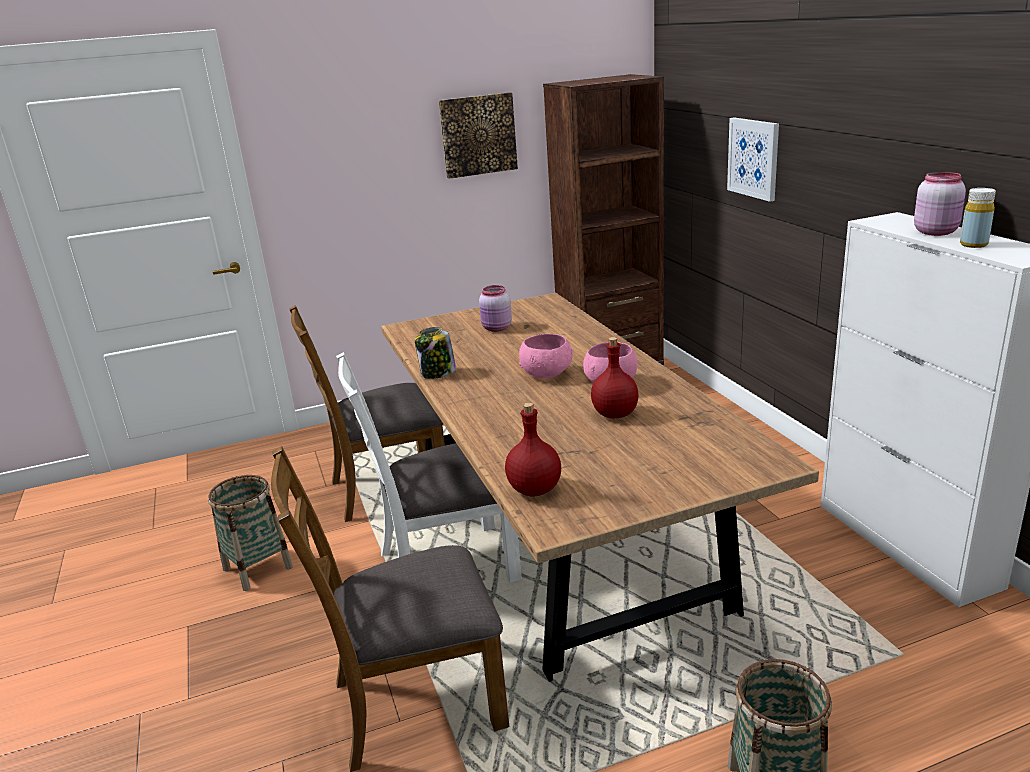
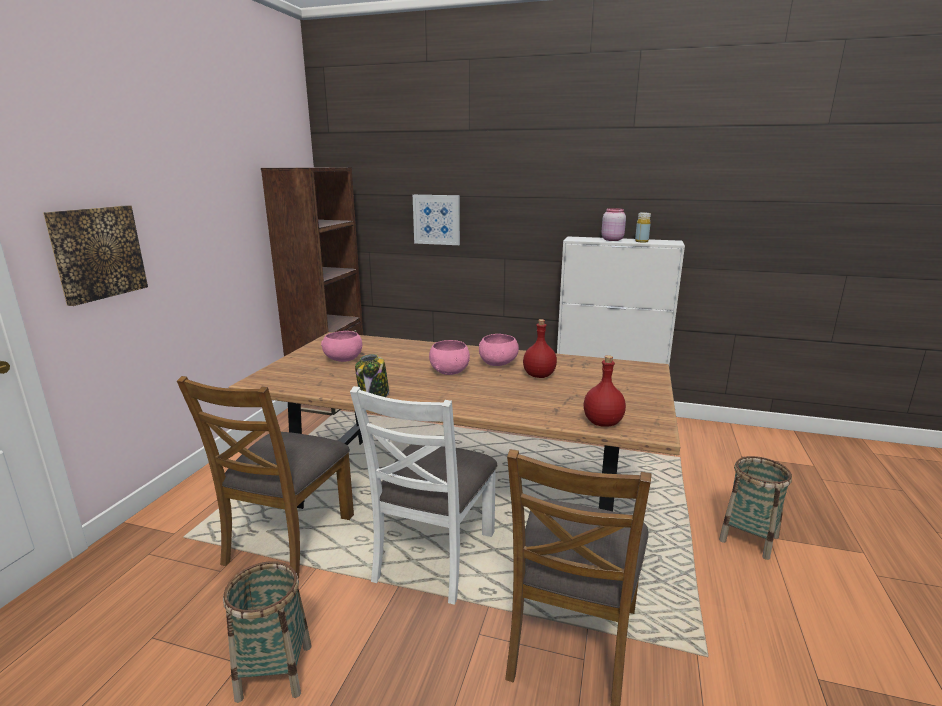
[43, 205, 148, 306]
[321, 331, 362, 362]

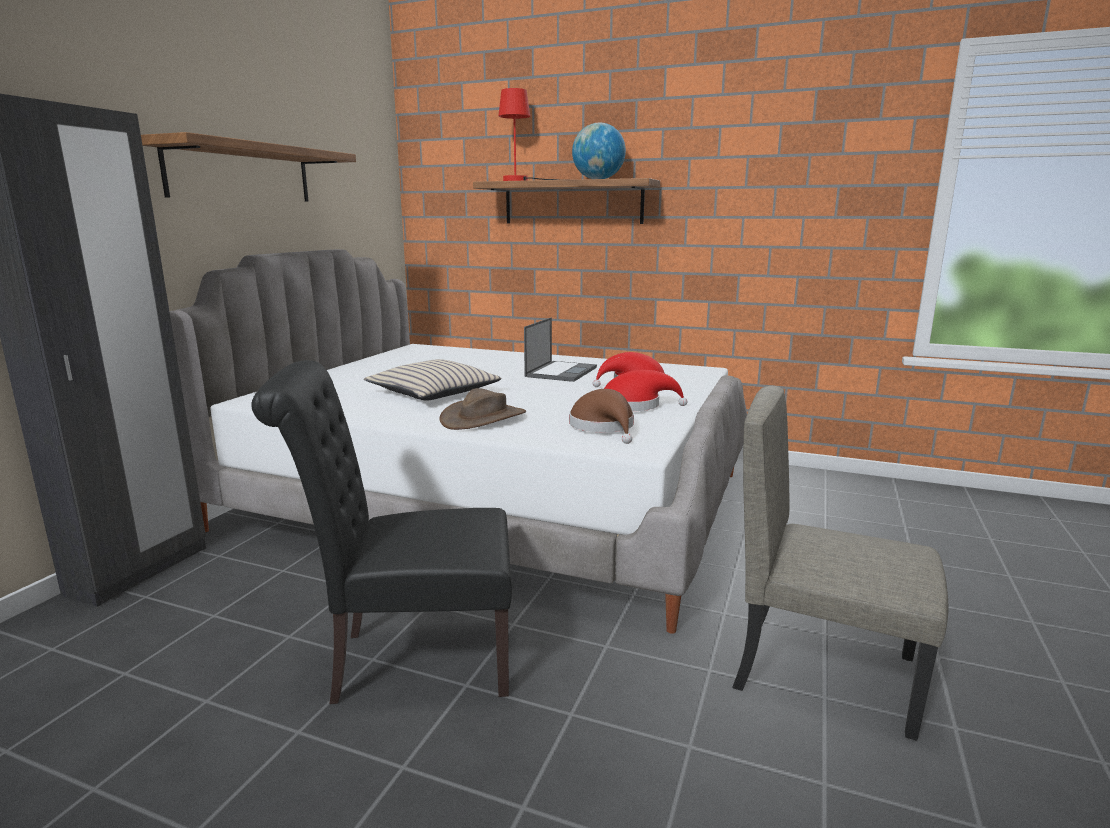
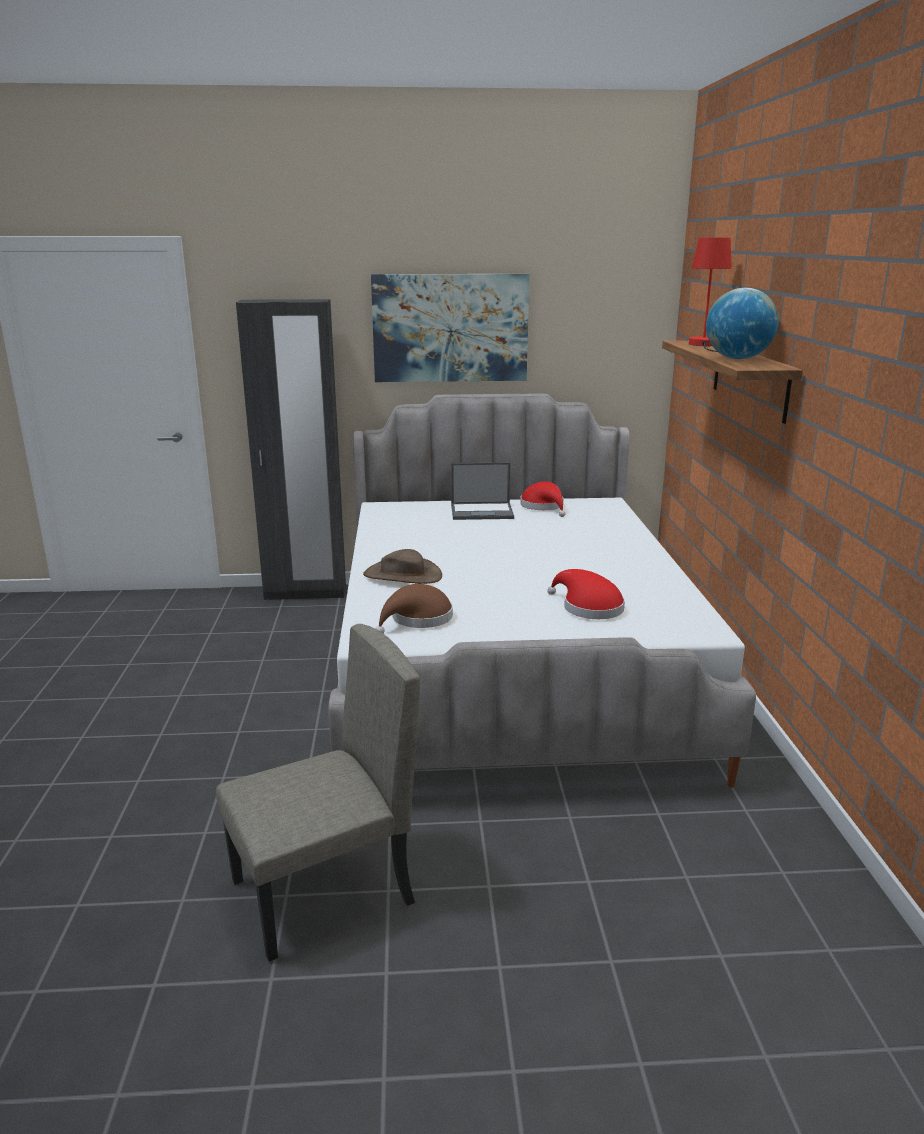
[371, 274, 530, 382]
[251, 360, 512, 704] (first image)
[364, 359, 501, 401] (first image)
[451, 462, 514, 520]
[520, 481, 565, 517]
[216, 624, 420, 962]

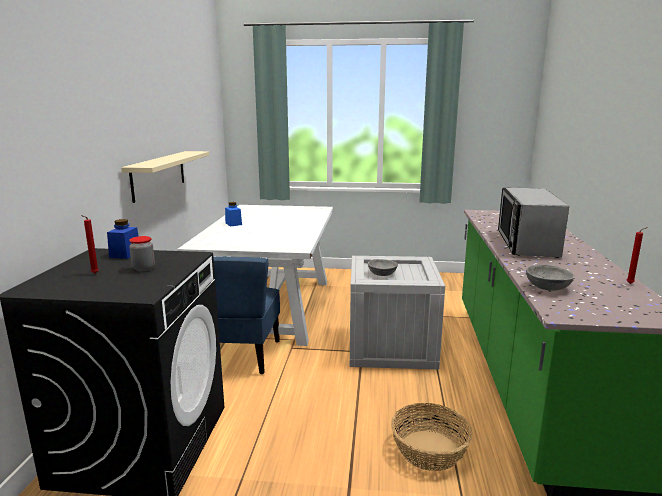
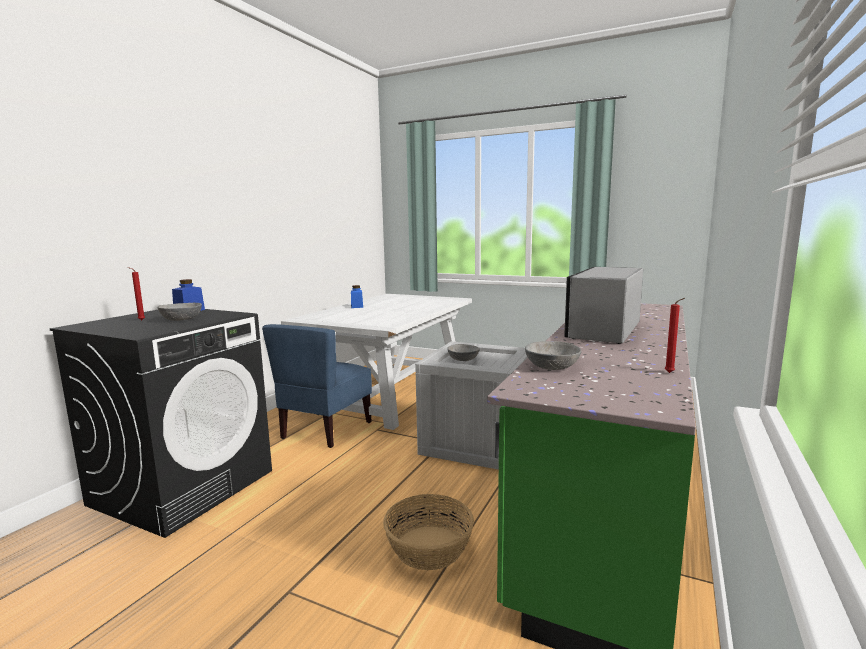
[121, 151, 209, 203] (first image)
[157, 303, 202, 321]

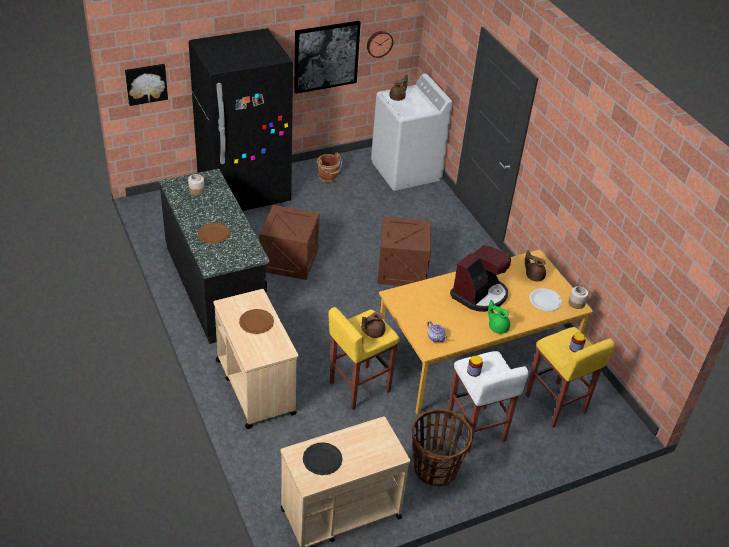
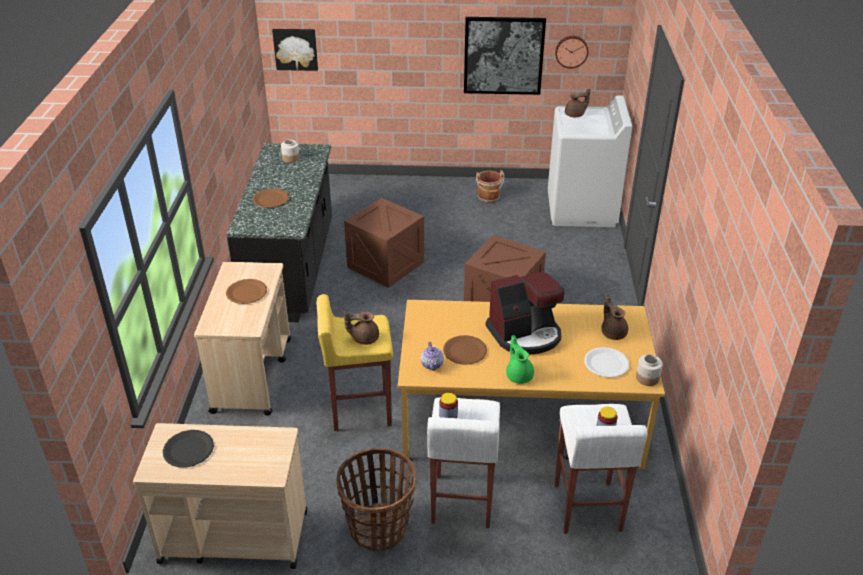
[189, 28, 293, 211] (first image)
[554, 404, 648, 534]
[443, 335, 487, 365]

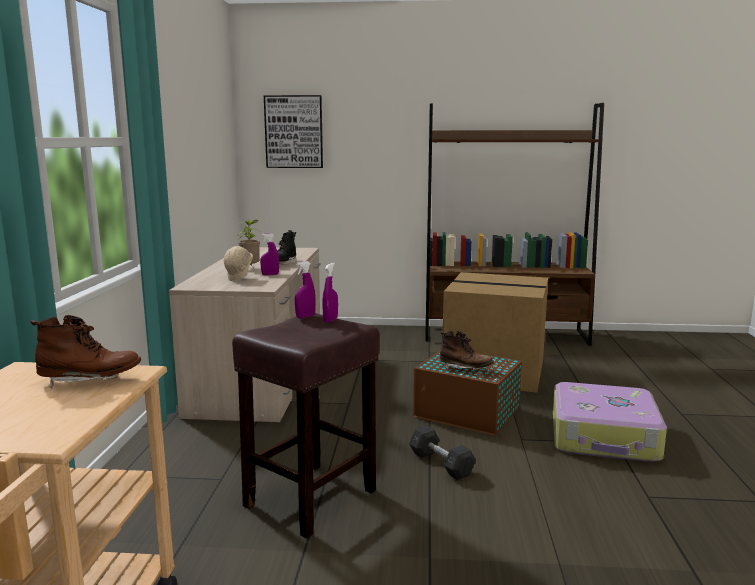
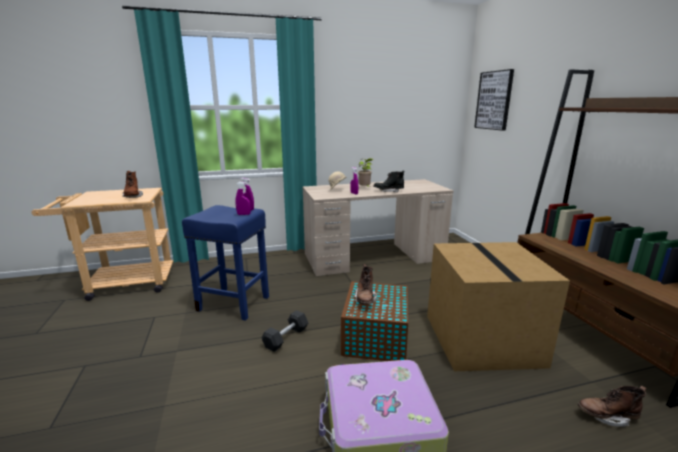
[182, 205, 269, 321]
[578, 386, 647, 427]

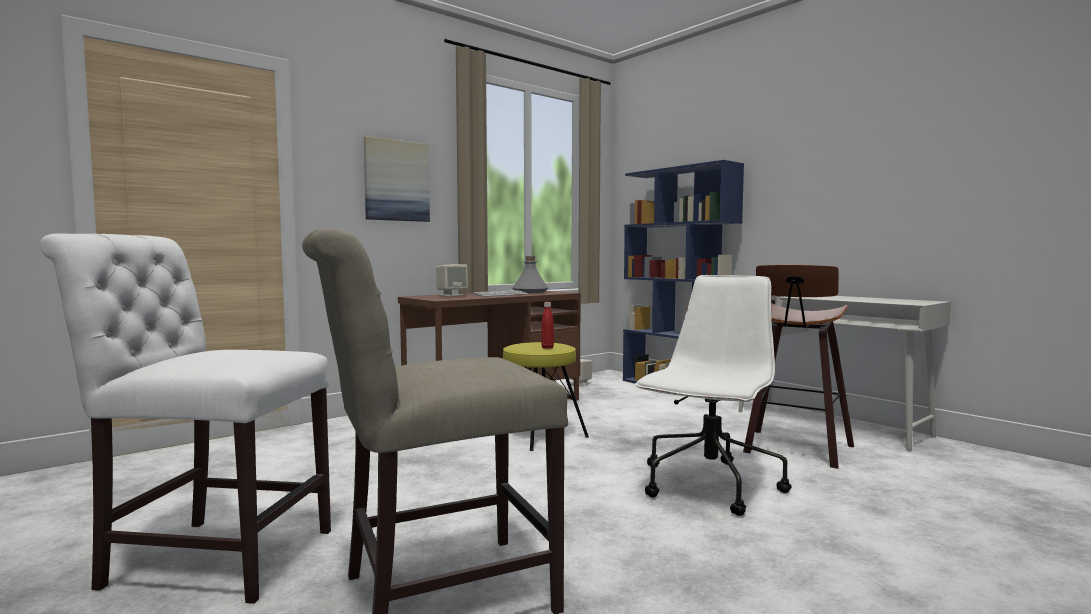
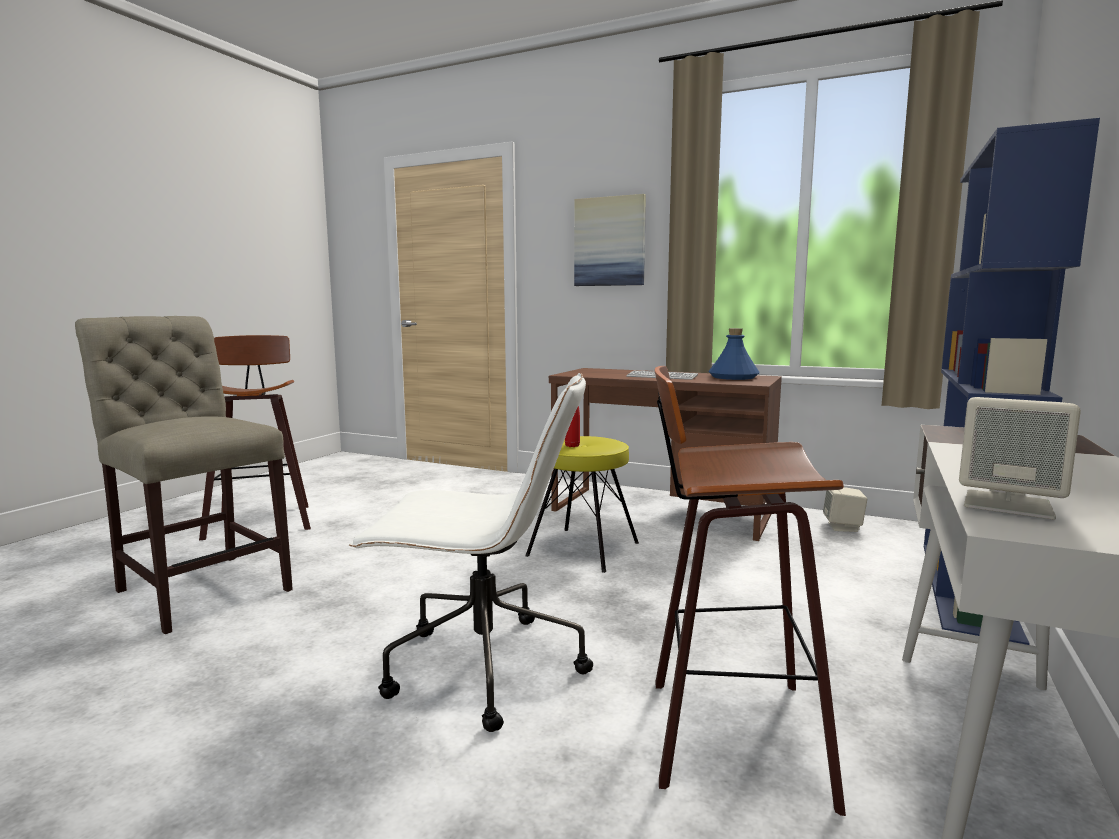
[199, 335, 311, 540]
[959, 397, 1081, 520]
[708, 328, 760, 380]

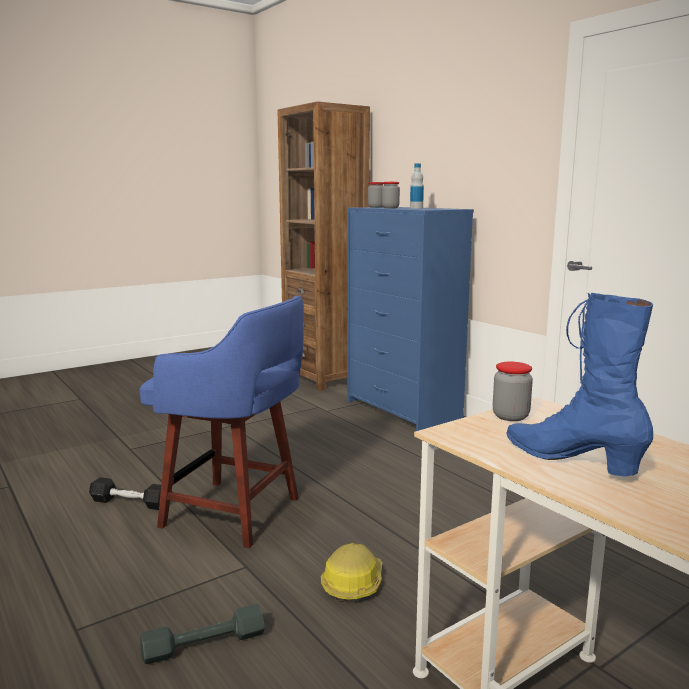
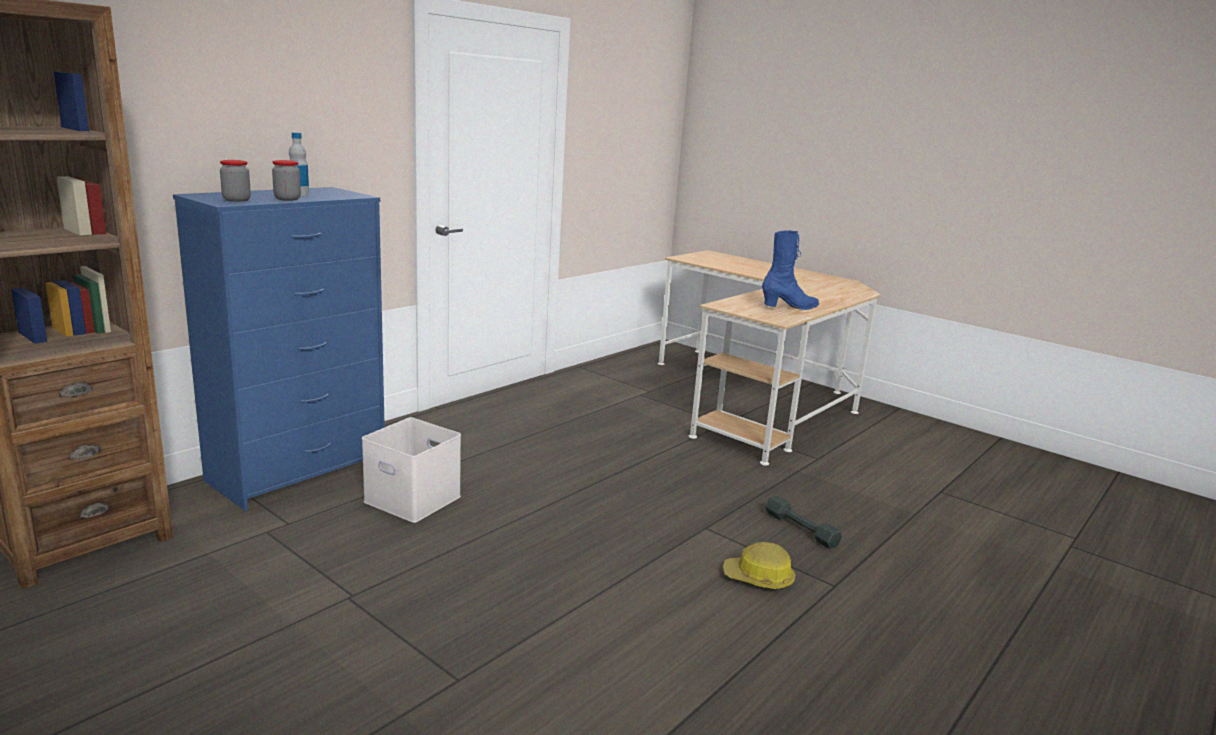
[89, 477, 161, 510] (first image)
[139, 295, 304, 548] (first image)
[723, 542, 795, 589]
[493, 362, 533, 421] (first image)
[762, 230, 819, 310]
[362, 417, 461, 523]

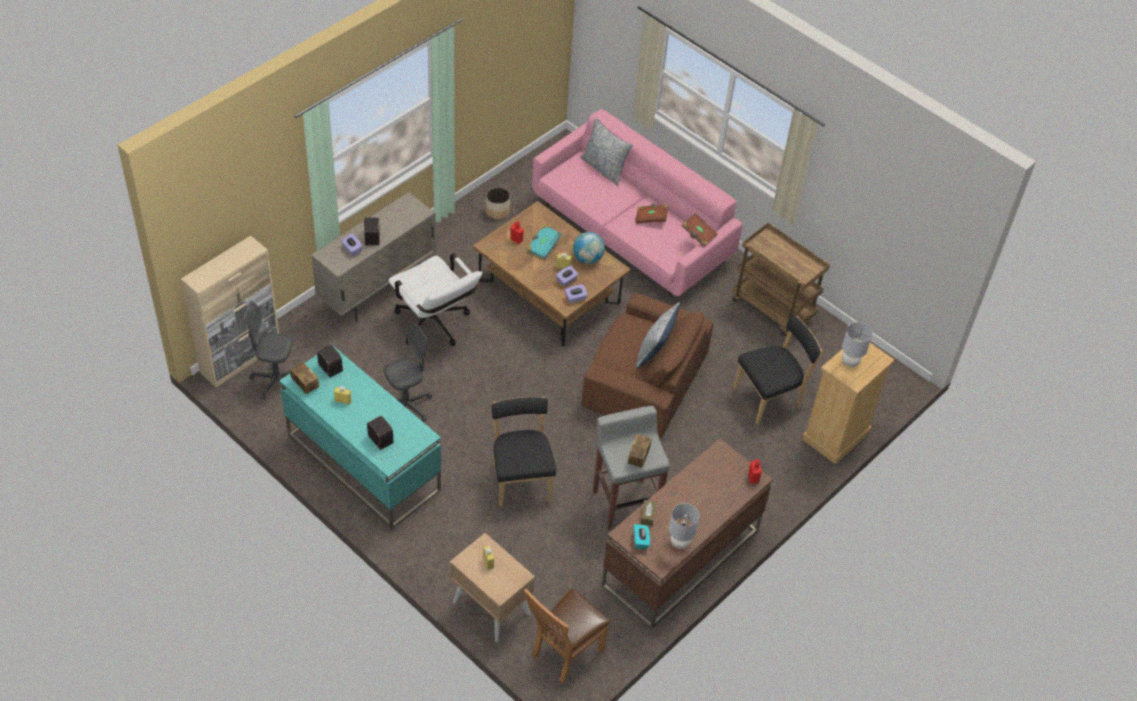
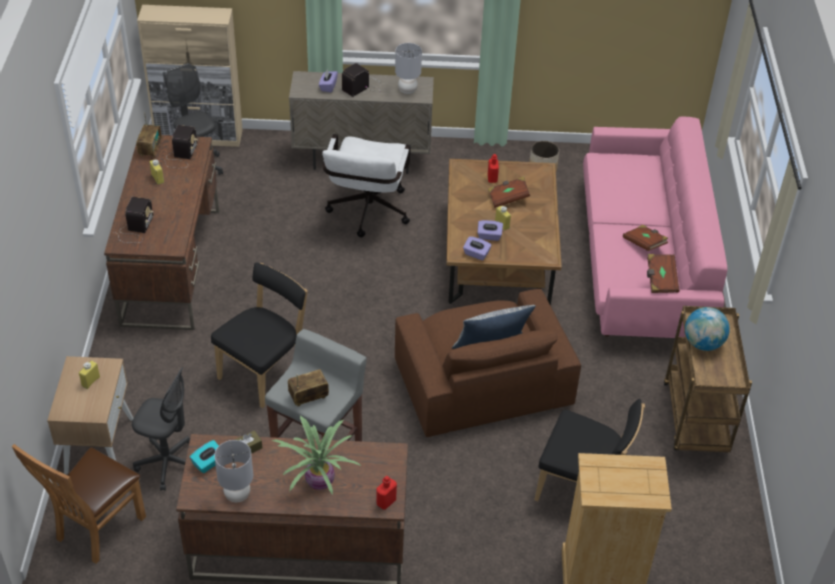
[104, 135, 219, 330]
[132, 367, 190, 491]
[12, 444, 146, 563]
[488, 177, 530, 208]
[685, 307, 730, 351]
[581, 117, 633, 186] (first image)
[395, 43, 422, 94]
[271, 415, 361, 495]

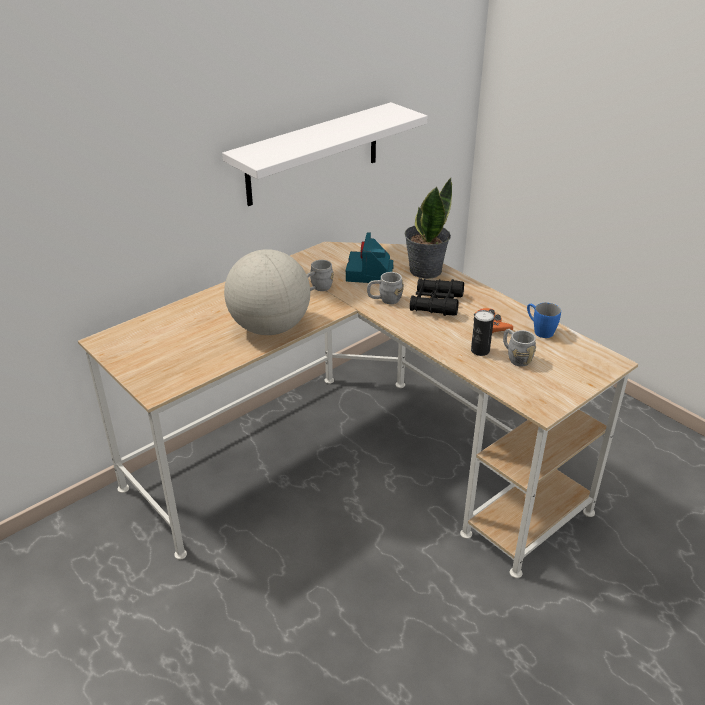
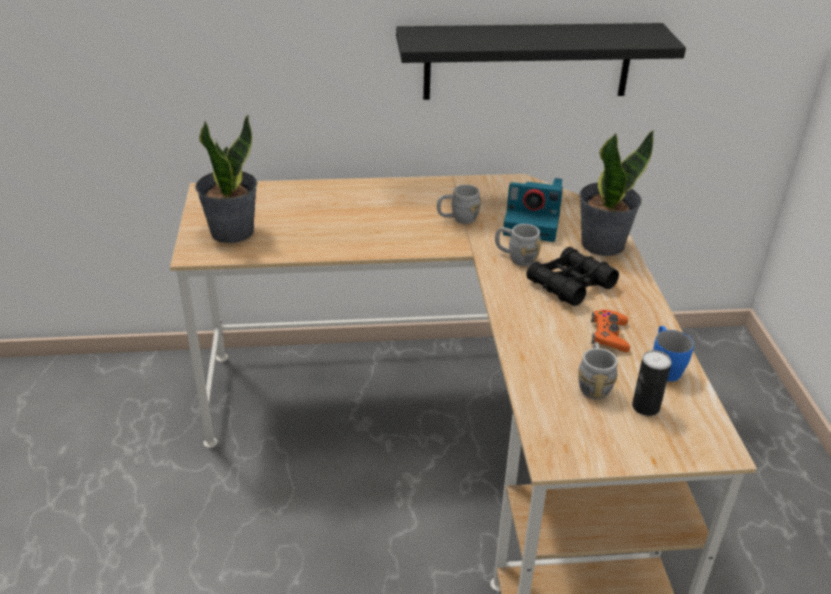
[396, 23, 686, 100]
[224, 249, 310, 335] (first image)
[503, 178, 563, 242]
[632, 350, 672, 416]
[195, 114, 257, 243]

